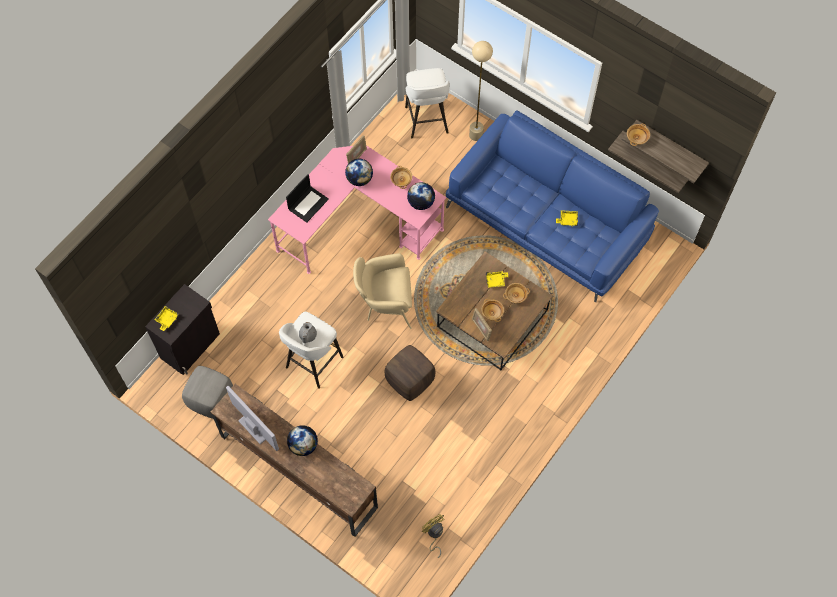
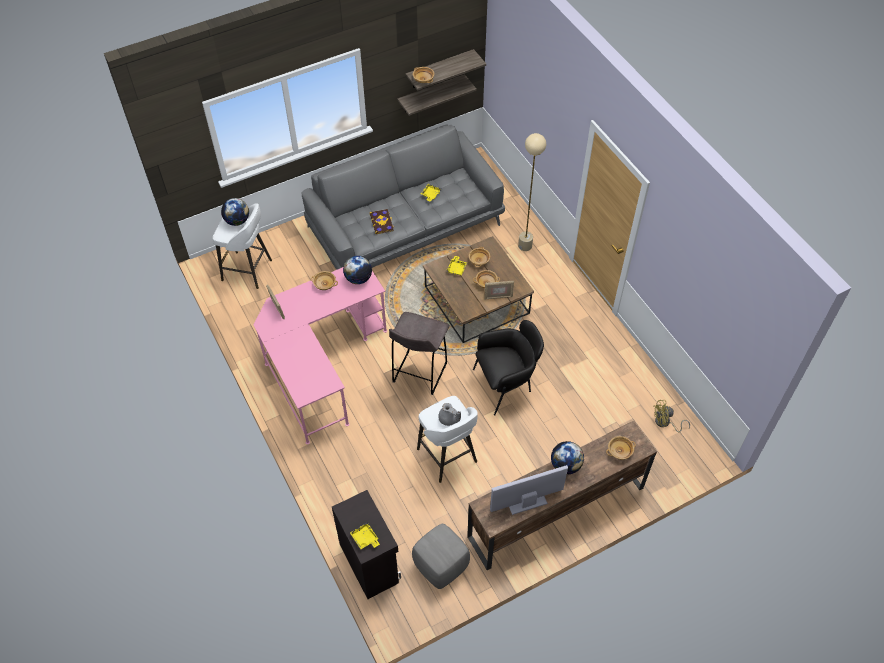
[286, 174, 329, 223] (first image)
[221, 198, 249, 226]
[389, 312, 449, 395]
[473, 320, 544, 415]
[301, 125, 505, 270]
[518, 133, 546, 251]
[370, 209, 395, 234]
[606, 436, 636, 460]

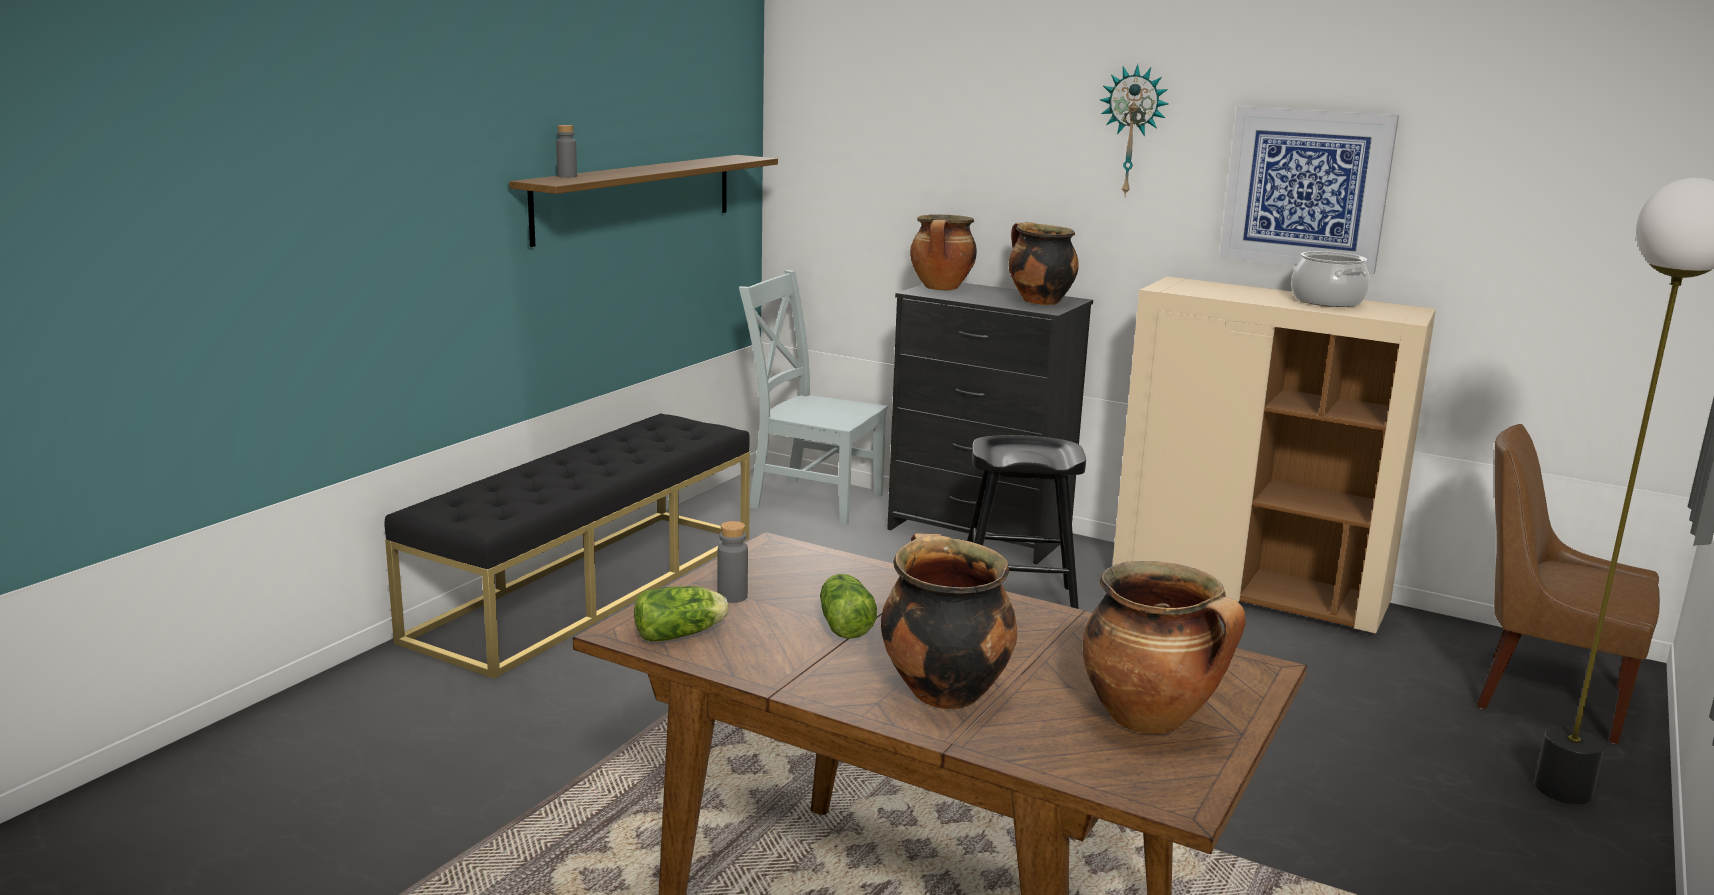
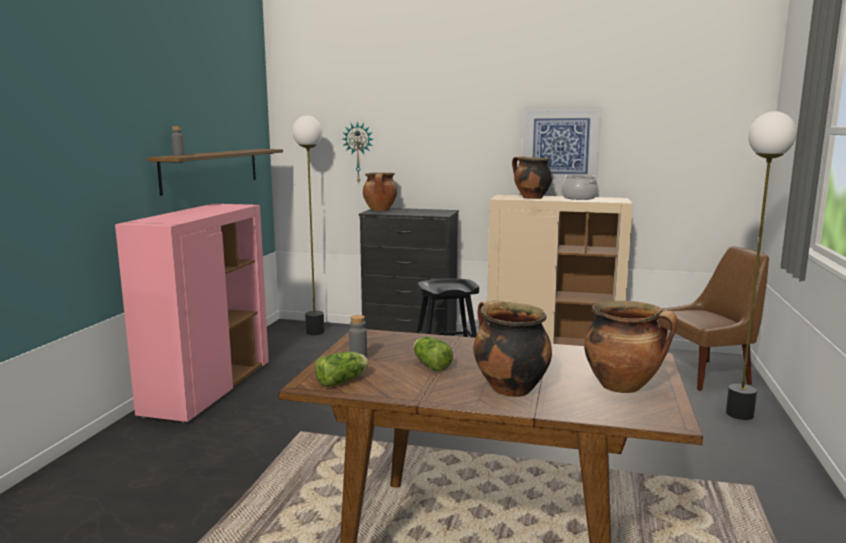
[115, 204, 269, 424]
[292, 115, 324, 335]
[512, 156, 552, 199]
[342, 121, 373, 184]
[658, 246, 769, 391]

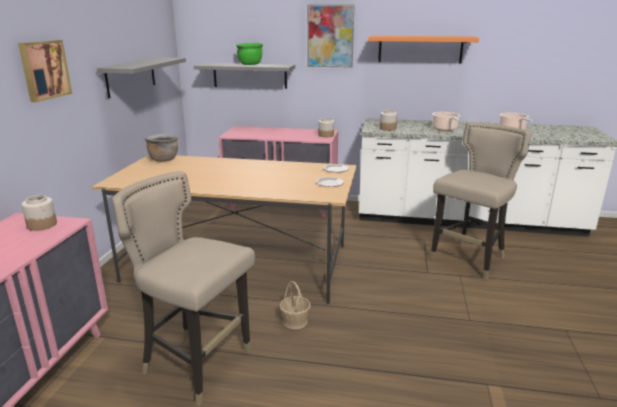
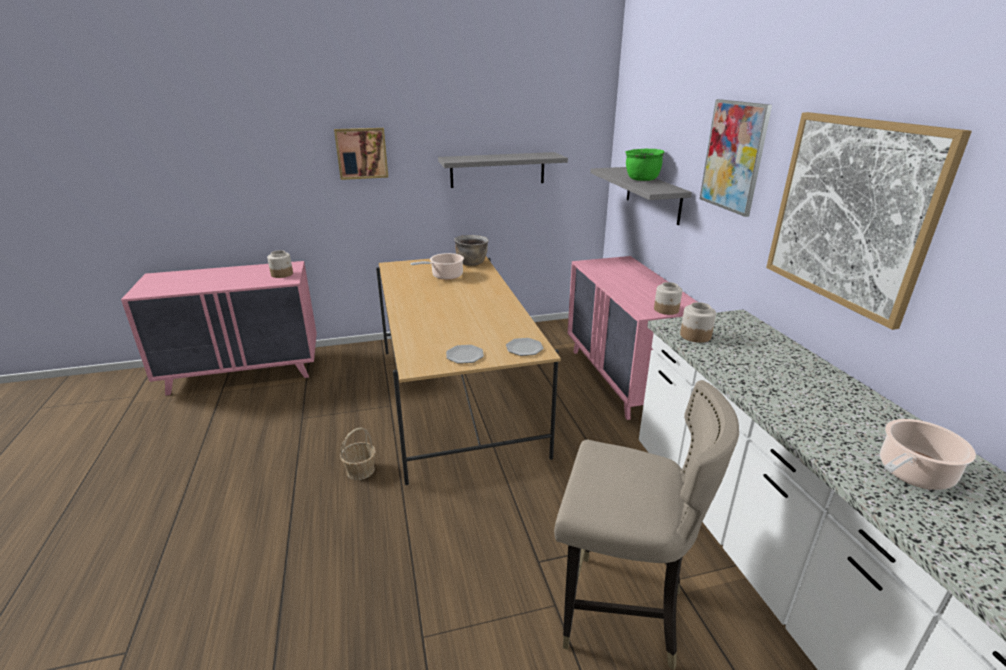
[112, 171, 255, 407] (first image)
[766, 112, 972, 330]
[411, 253, 464, 280]

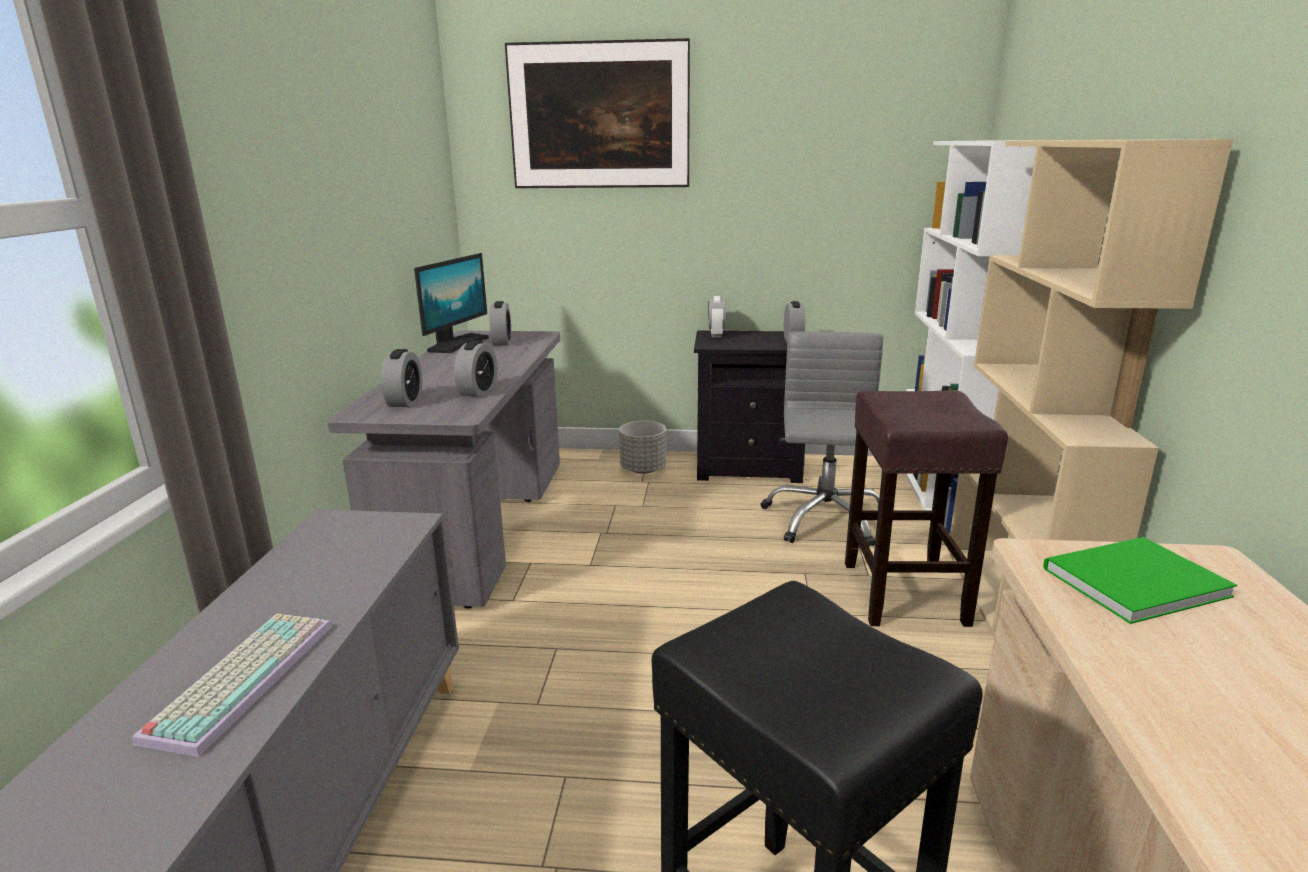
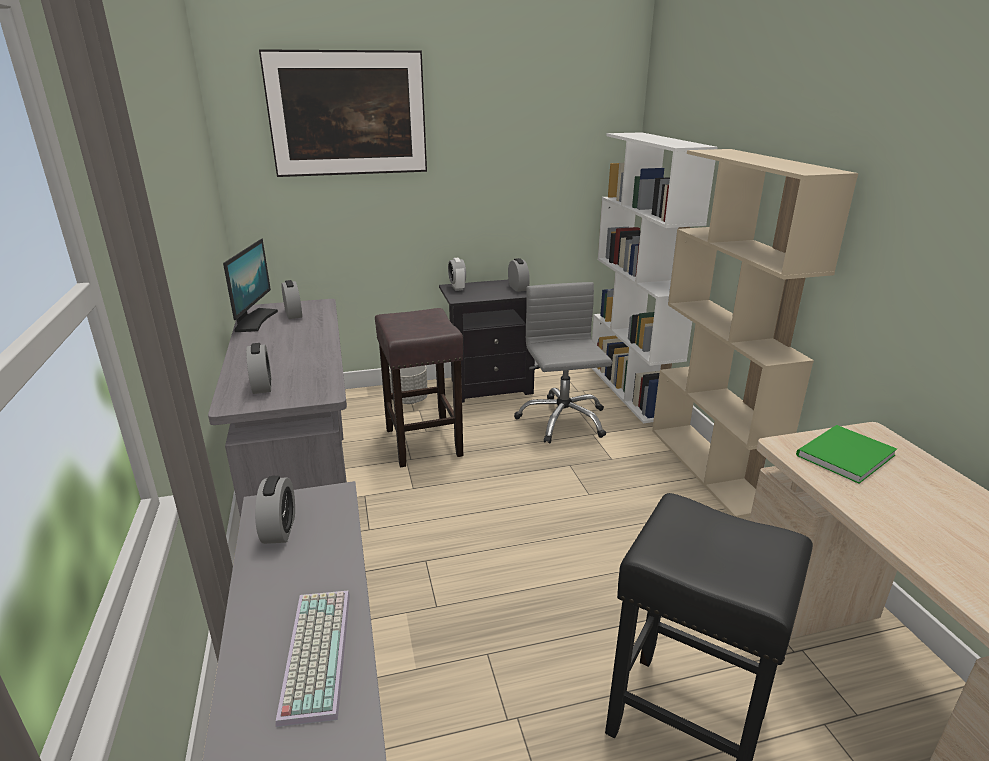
[255, 476, 295, 544]
[375, 308, 463, 467]

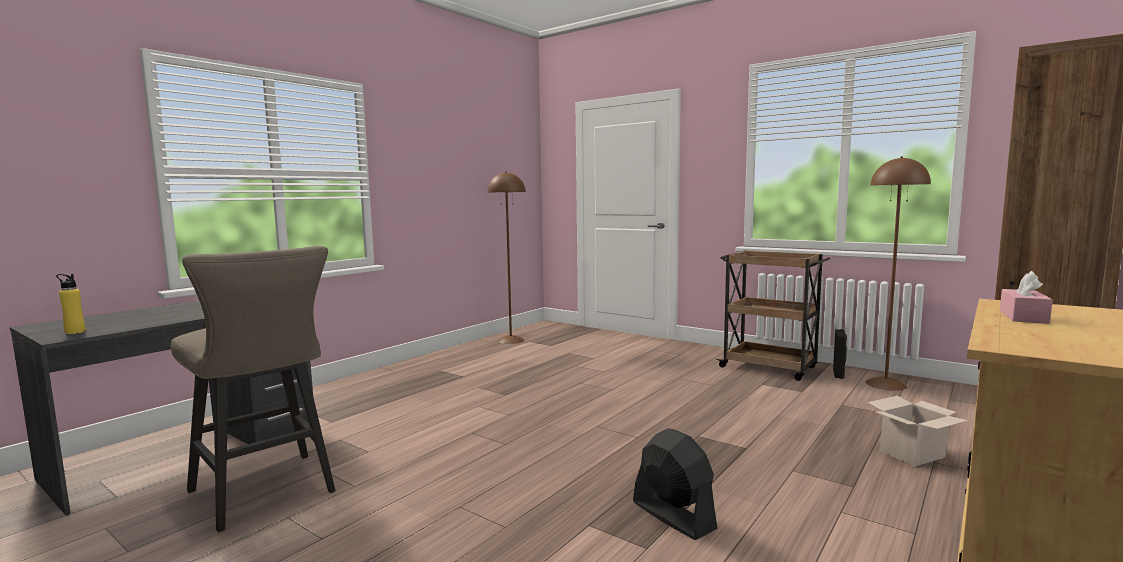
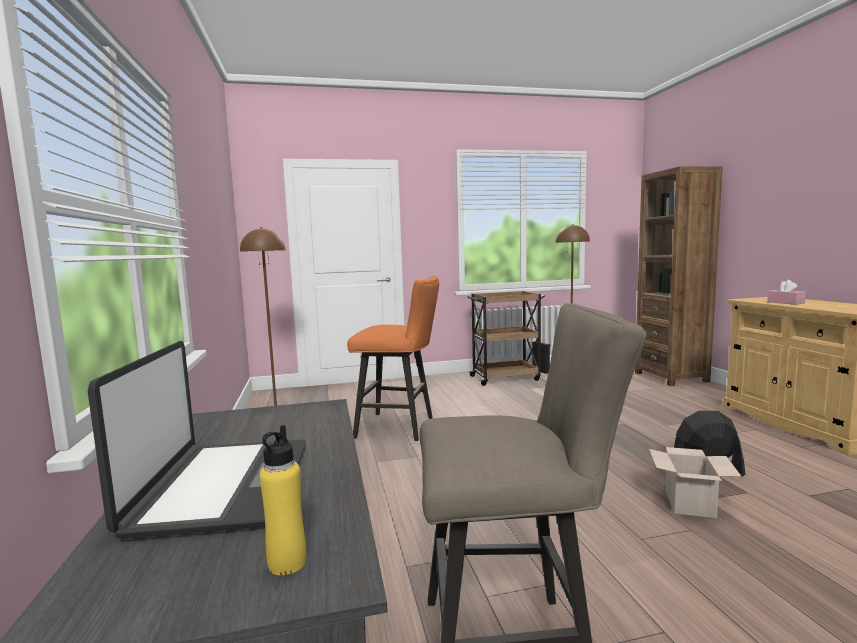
[649, 447, 741, 518]
[88, 341, 306, 539]
[347, 276, 439, 441]

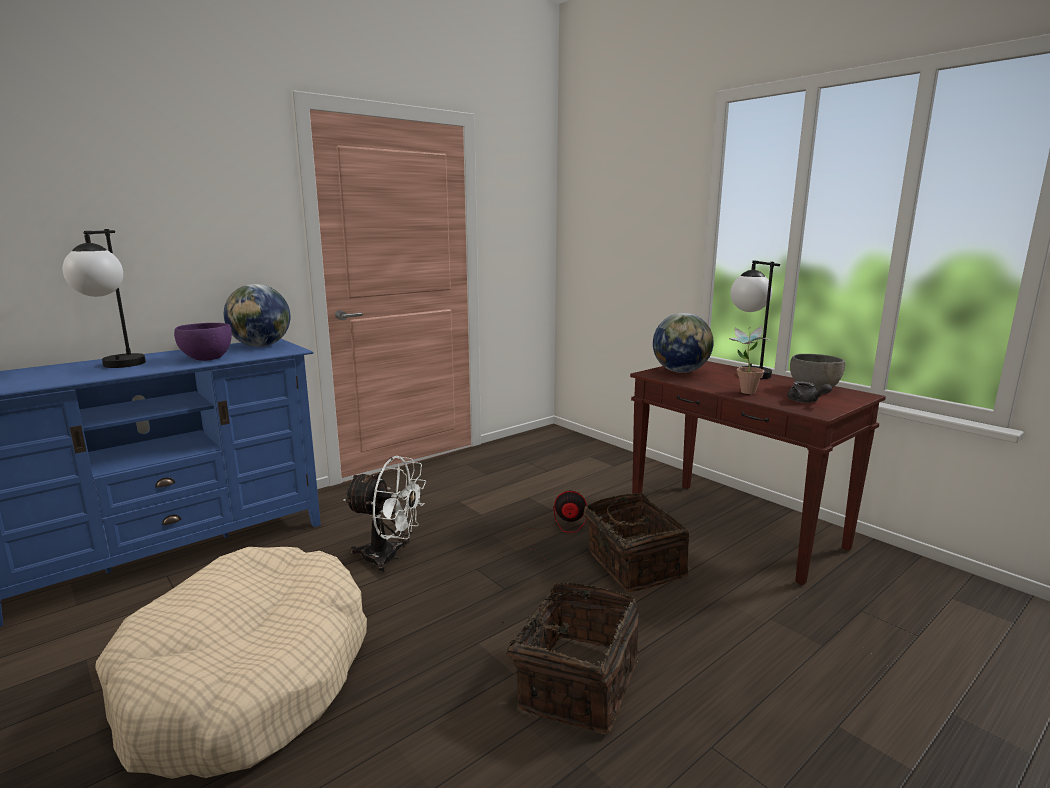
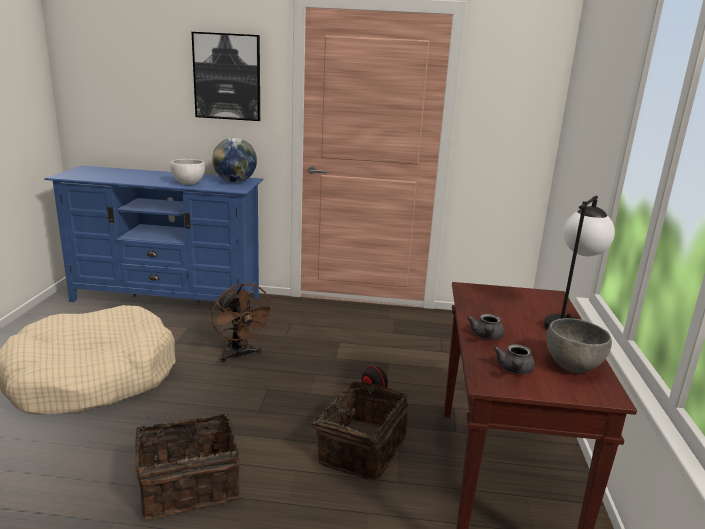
[63, 229, 146, 368] (first image)
[170, 159, 205, 185]
[211, 283, 275, 362]
[653, 313, 714, 373] (first image)
[467, 314, 504, 340]
[192, 32, 260, 121]

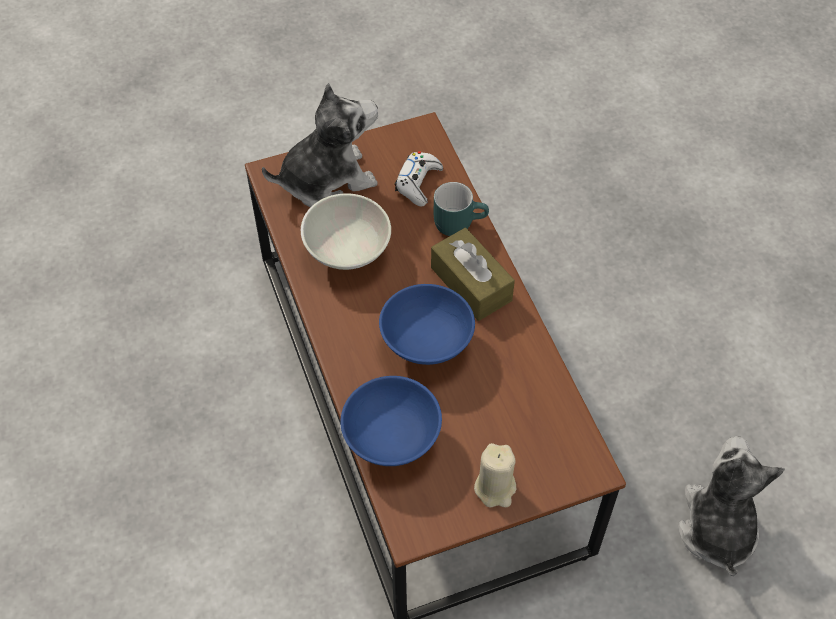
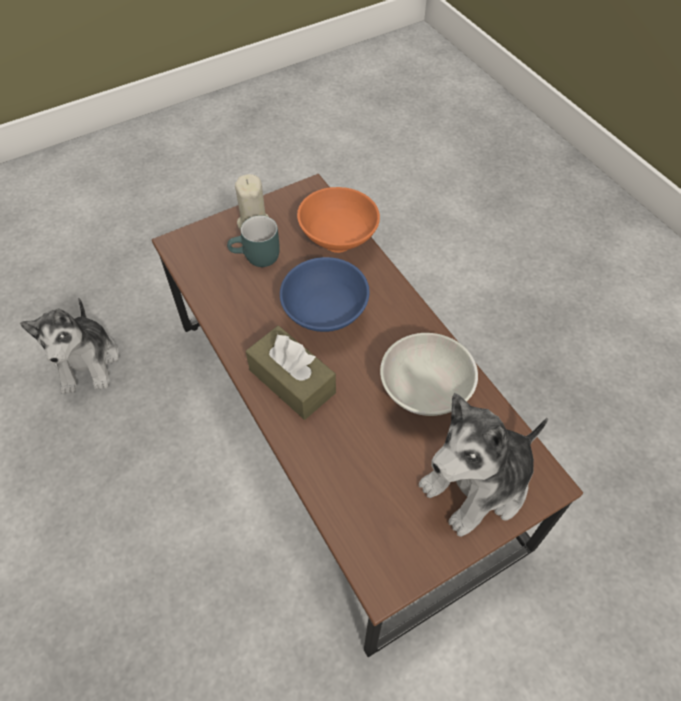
[297, 187, 380, 253]
[395, 151, 443, 207] (first image)
[227, 215, 280, 267]

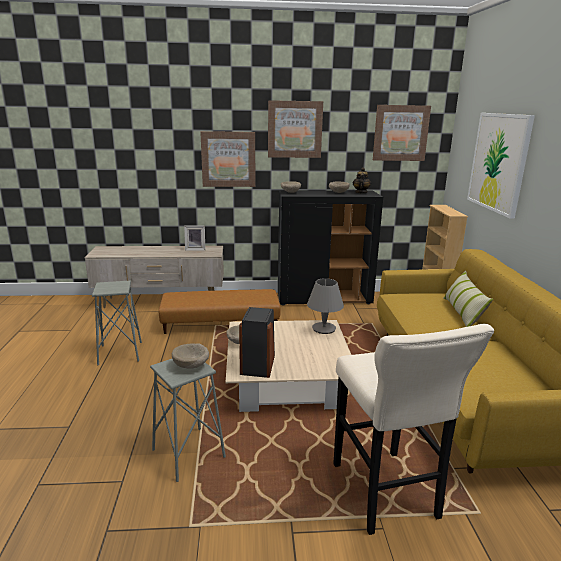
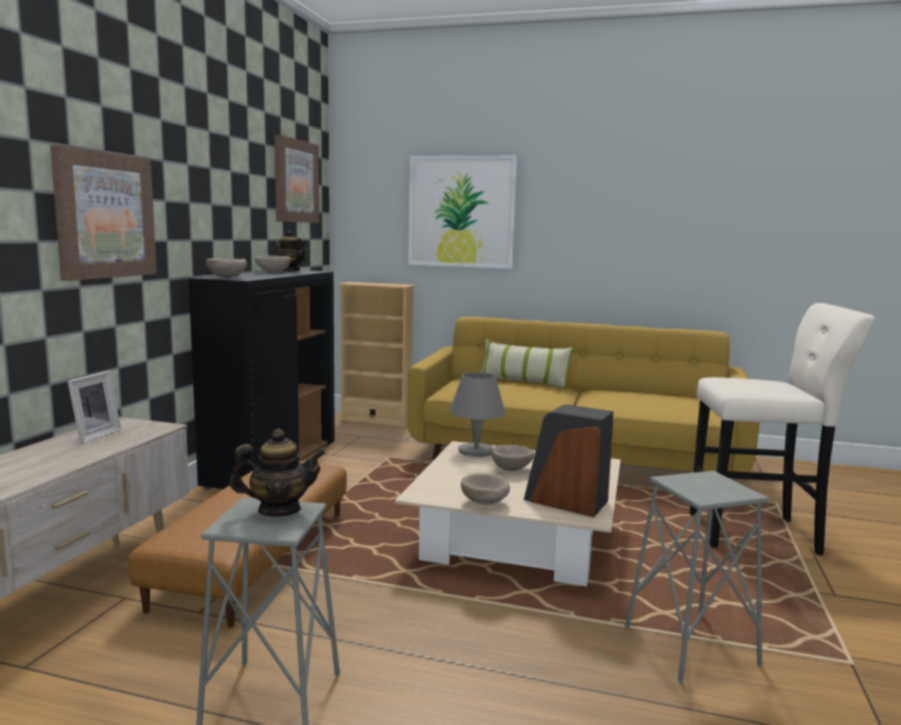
[492, 445, 534, 471]
[268, 100, 323, 158] (first image)
[229, 429, 325, 517]

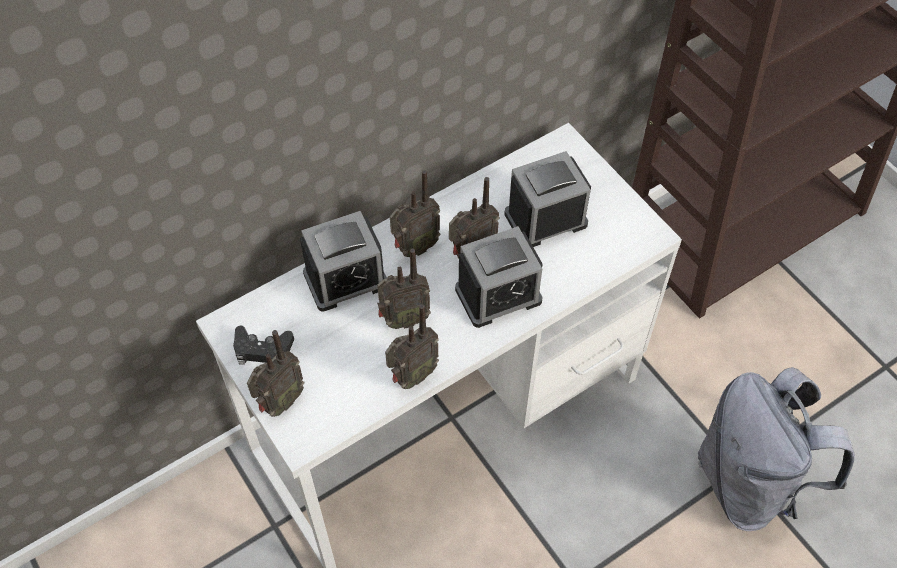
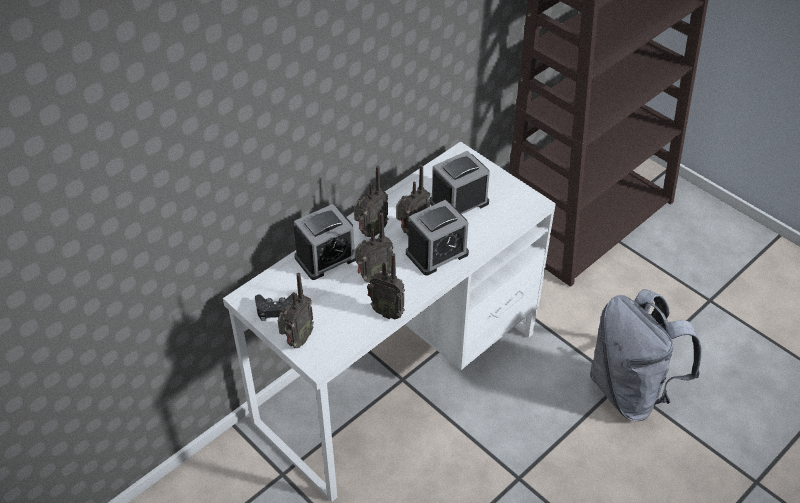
[367, 253, 405, 319]

